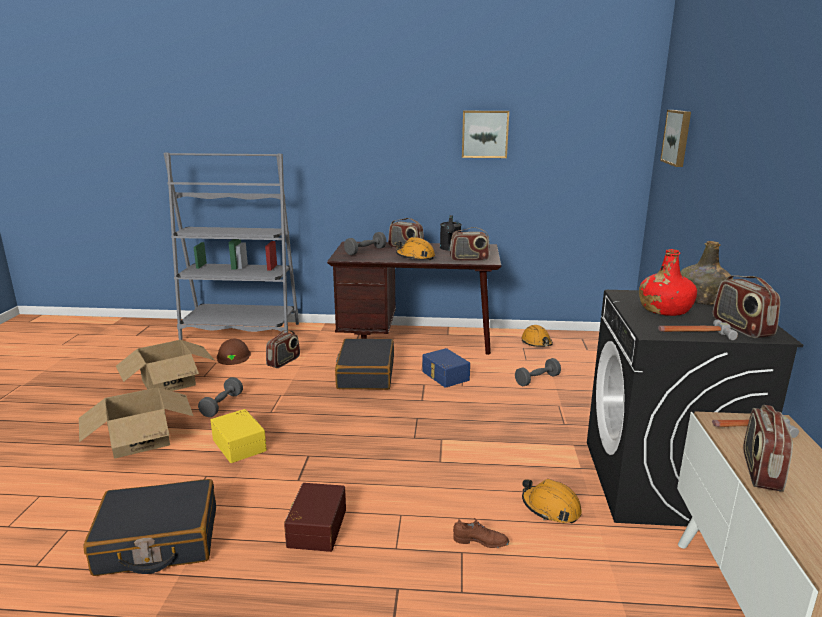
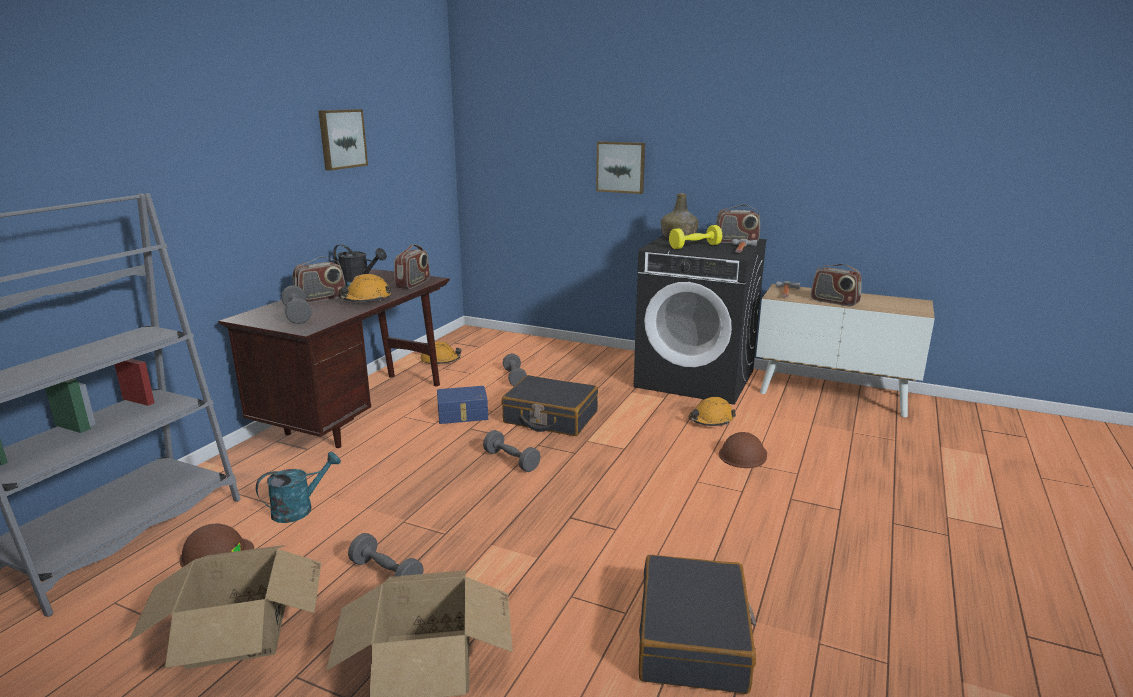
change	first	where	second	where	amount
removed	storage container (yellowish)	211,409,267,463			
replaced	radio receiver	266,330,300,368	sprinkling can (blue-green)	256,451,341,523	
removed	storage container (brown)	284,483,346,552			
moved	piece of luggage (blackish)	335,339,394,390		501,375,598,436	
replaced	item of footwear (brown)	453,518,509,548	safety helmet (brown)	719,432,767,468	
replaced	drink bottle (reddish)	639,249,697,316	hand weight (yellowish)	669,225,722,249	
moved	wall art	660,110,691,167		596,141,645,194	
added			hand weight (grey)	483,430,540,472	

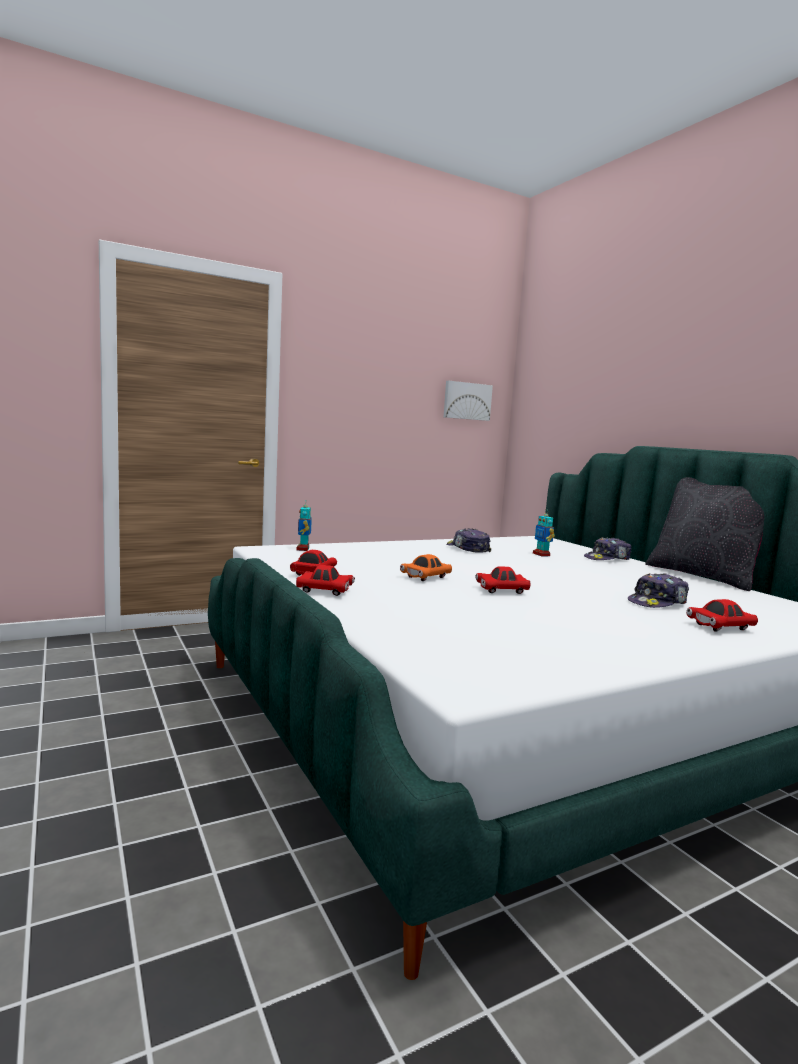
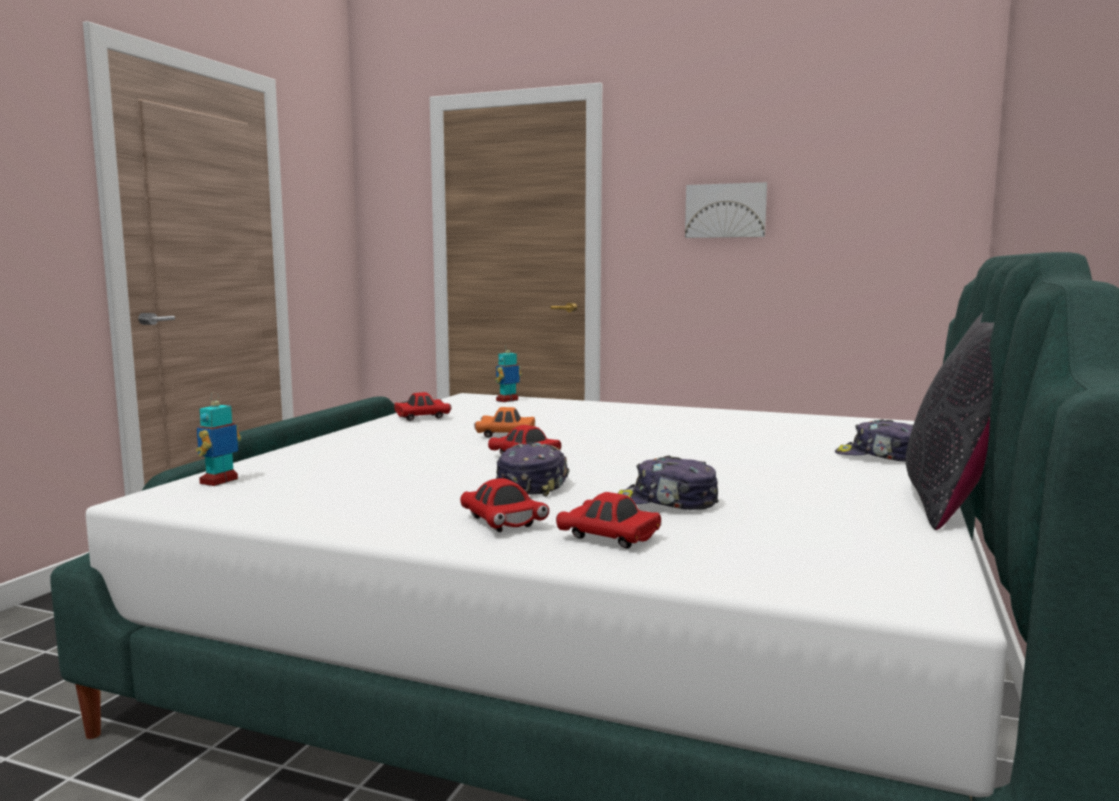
change	first	where	second	where	amount
moved	toy car (reddish)	296,565,355,596		460,478,549,532	
moved	wall art	444,381,493,421		685,182,767,238	
moved	baseball cap	446,528,491,553		496,442,569,497	
moved	toy robot	533,513,555,557		196,392,241,486	

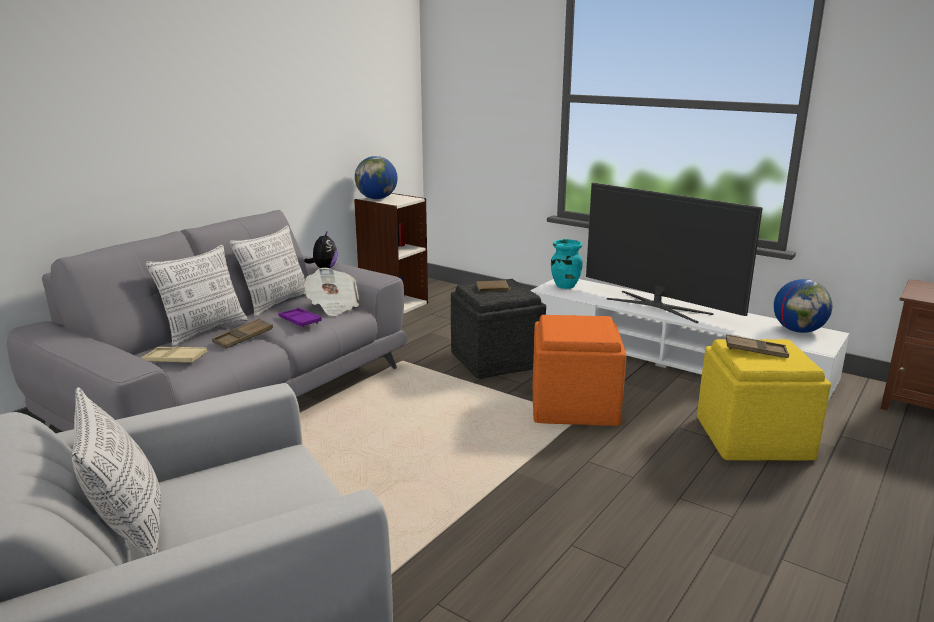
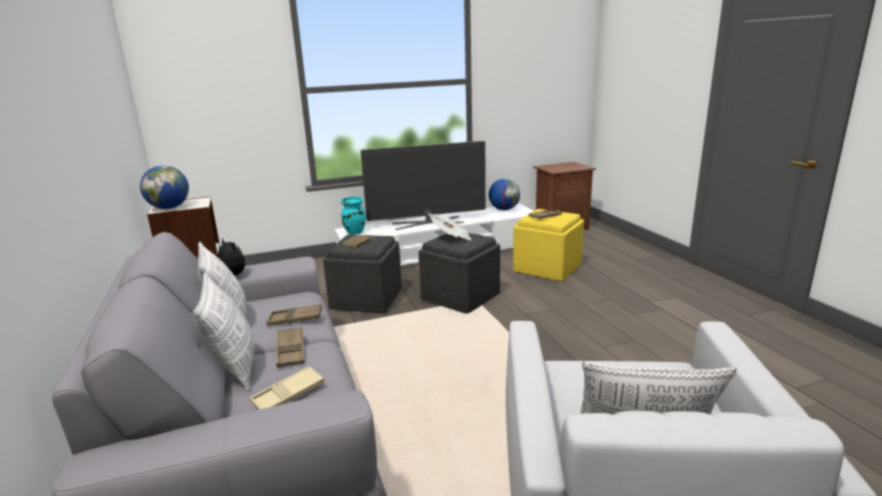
change	first	where	second	where	amount
recoloured	serving tray (purplish)	278,308,322,327	serving tray (brown)	266,304,322,326	
moved	printed paper	304,268,359,316		428,214,471,240	
recoloured	footrest (orange-coloured)	532,315,626,426	footrest (grey)	419,233,500,314	

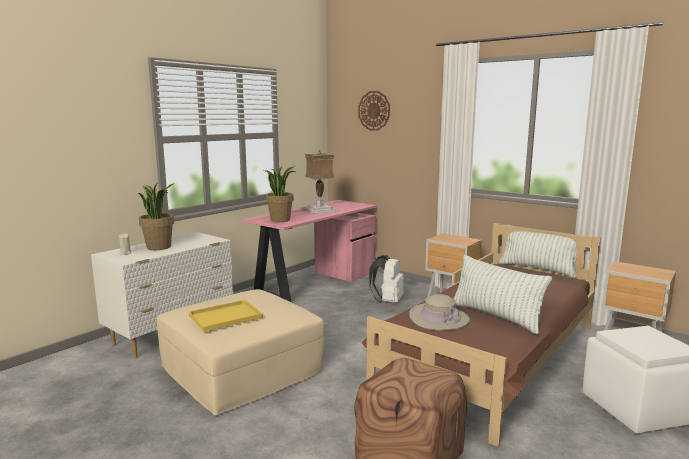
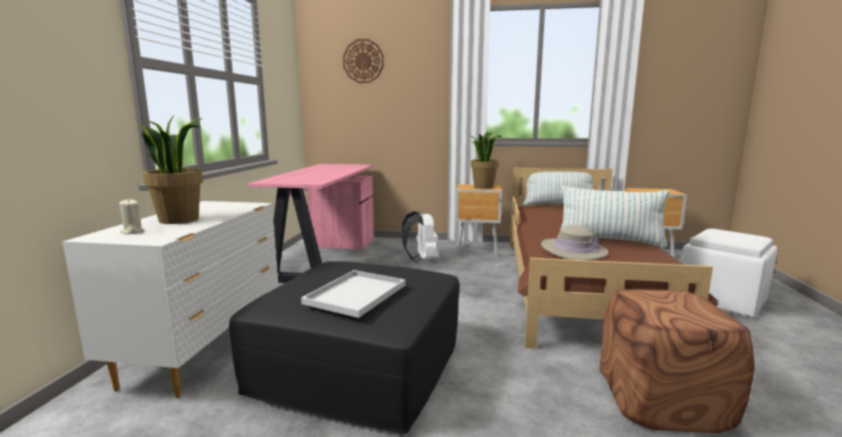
change	first	where	second	where	amount
recoloured	footrest (beige)	157,289,325,415	footrest (blackish)	229,261,459,434	
recoloured	serving tray (yellowish)	189,300,263,332	serving tray (white-coloured)	301,270,405,318	
moved	plant in a pot	264,166,295,222		470,131,501,189	
removed	lamp for a table	302,150,338,214			

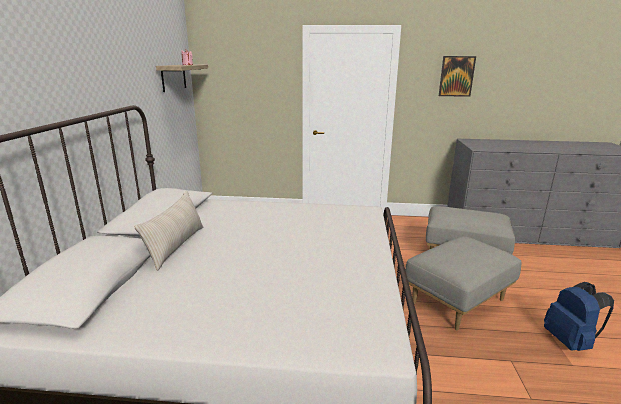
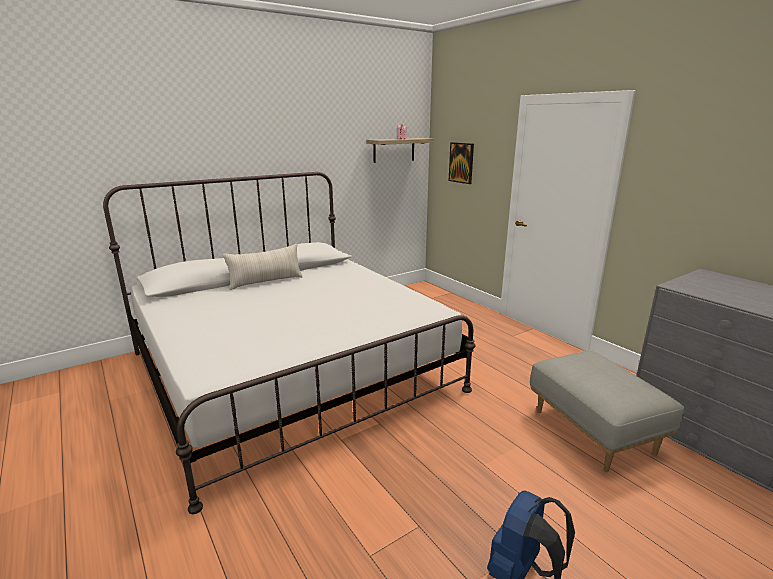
change	first	where	second	where	amount
removed	footrest (grey)	405,236,521,330			
moved	wall art	439,56,476,97		449,142,474,184	

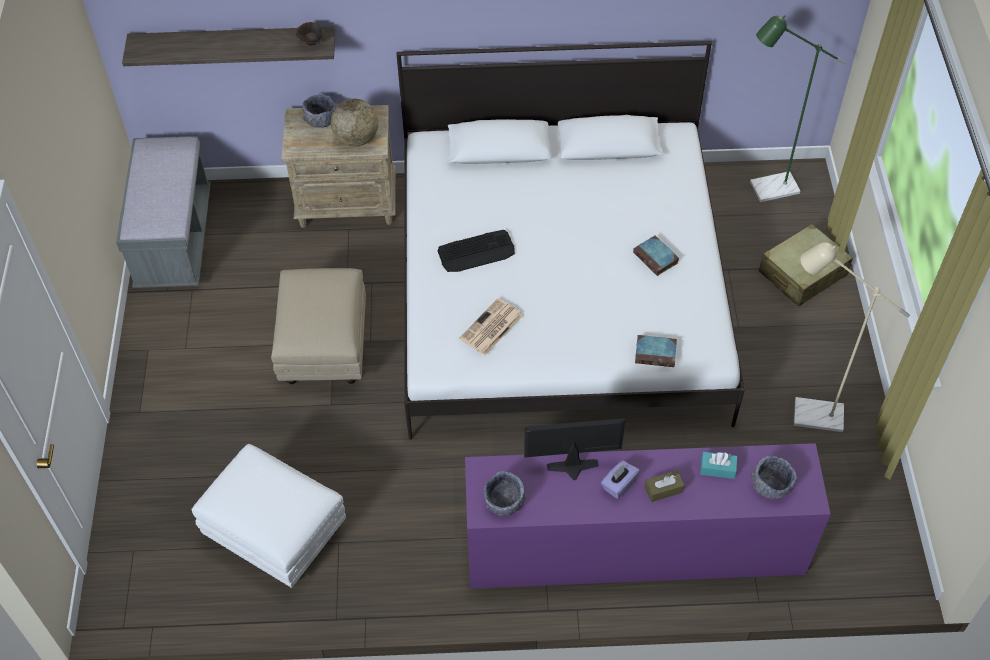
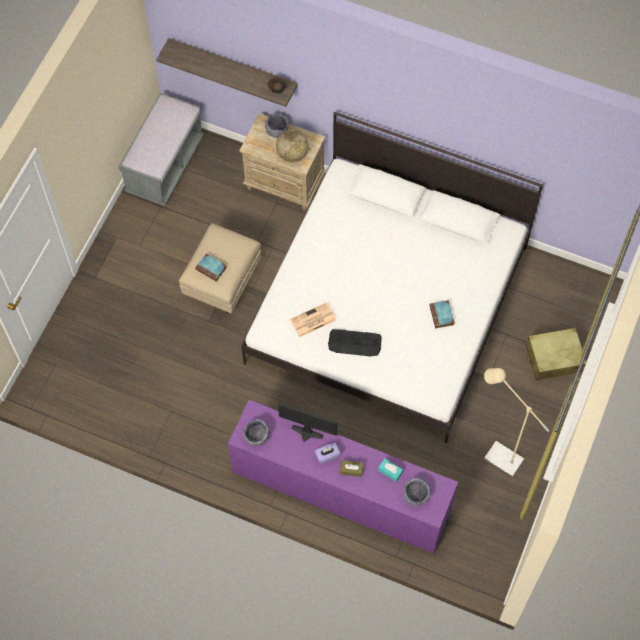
change	first	where	second	where	amount
removed	footrest (white-coloured)	192,444,346,588			
moved	keyboard	438,230,515,272		328,329,382,357	
moved	volume	635,335,677,367		195,254,227,282	
removed	standing lamp (greenish)	750,15,846,202			

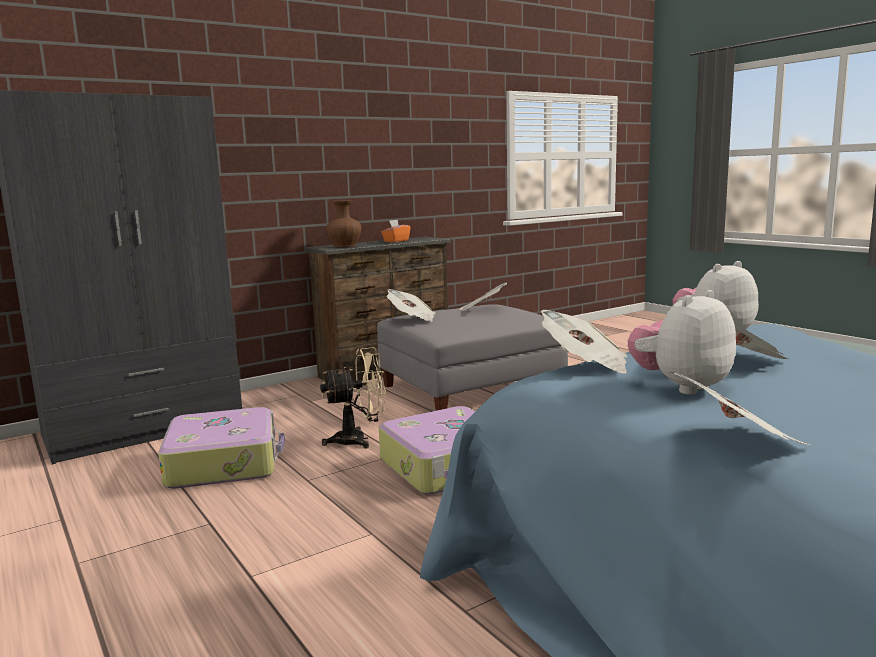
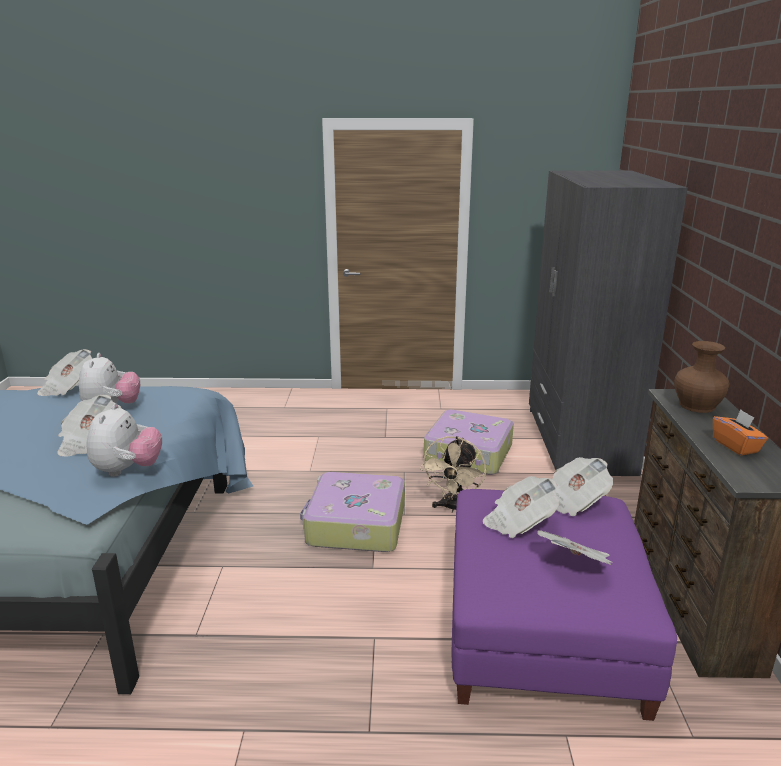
change	first	where	second	where	amount
recoloured	footrest (grey)	377,305,568,411	footrest (purplish)	452,489,677,721	
moved	printed paper	541,310,627,374		483,476,559,538	

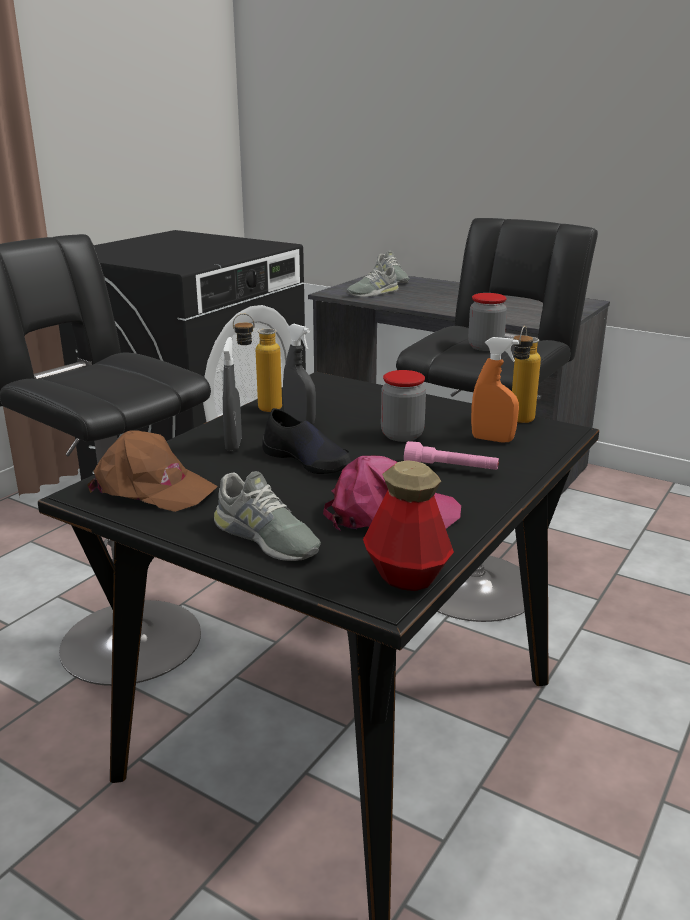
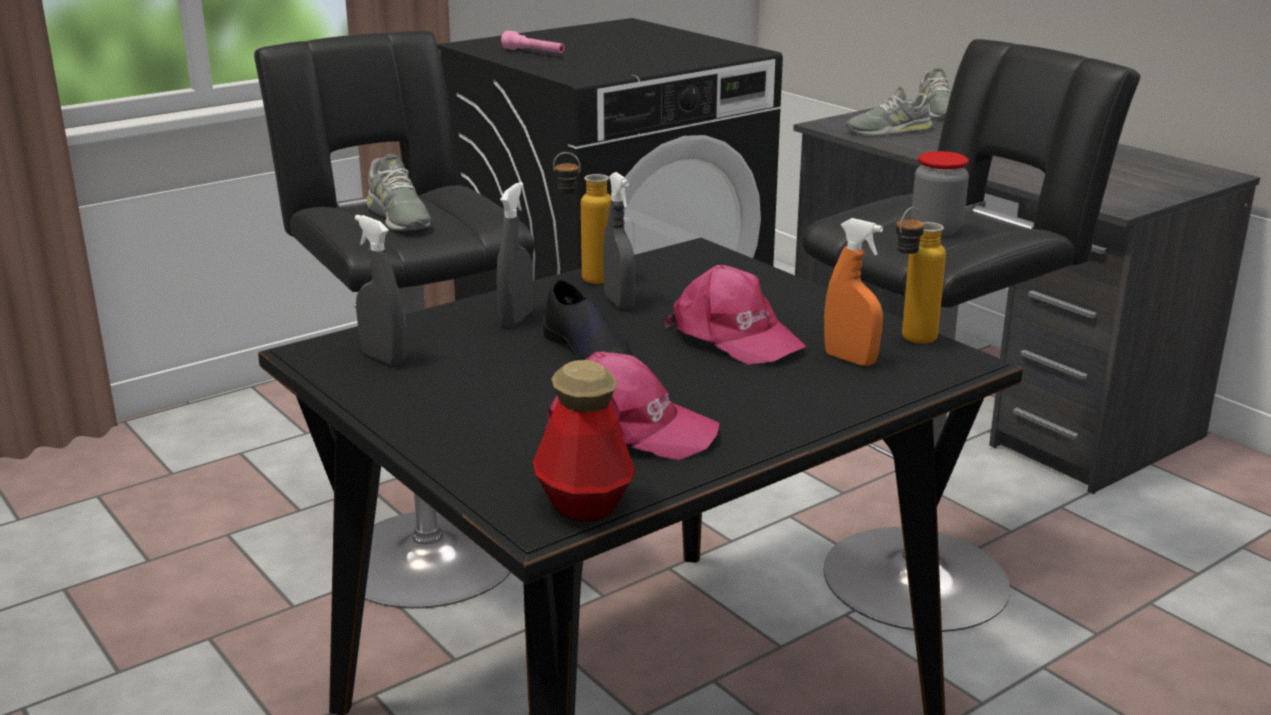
change	first	where	second	where	amount
replaced	baseball cap (brown)	87,430,218,512	sprayer (grey)	355,215,406,366	
moved	item of footwear (grey)	214,471,321,561		367,154,431,231	
replaced	preserve jar	381,370,426,442	baseball cap (pink-coloured)	664,265,806,365	
moved	torch (pink-coloured)	404,441,499,470		501,31,565,53	

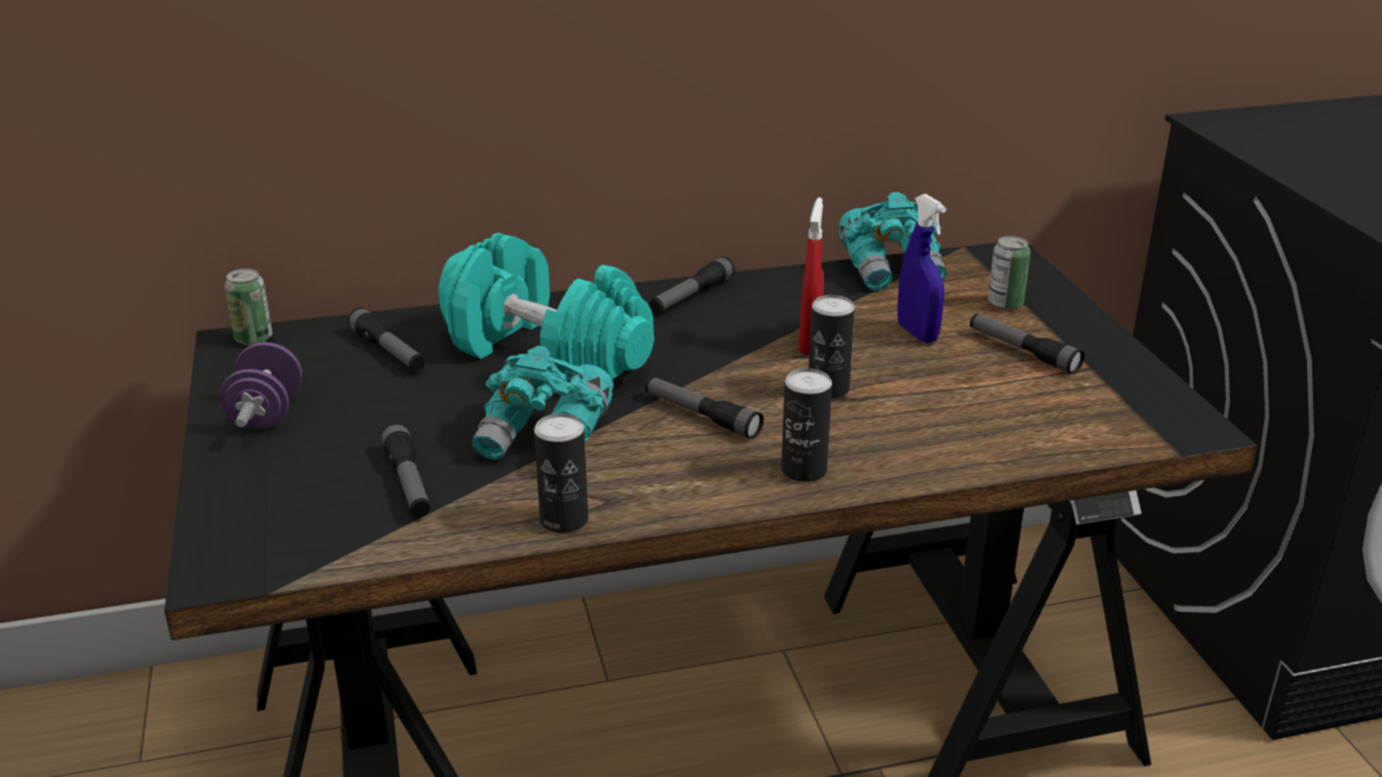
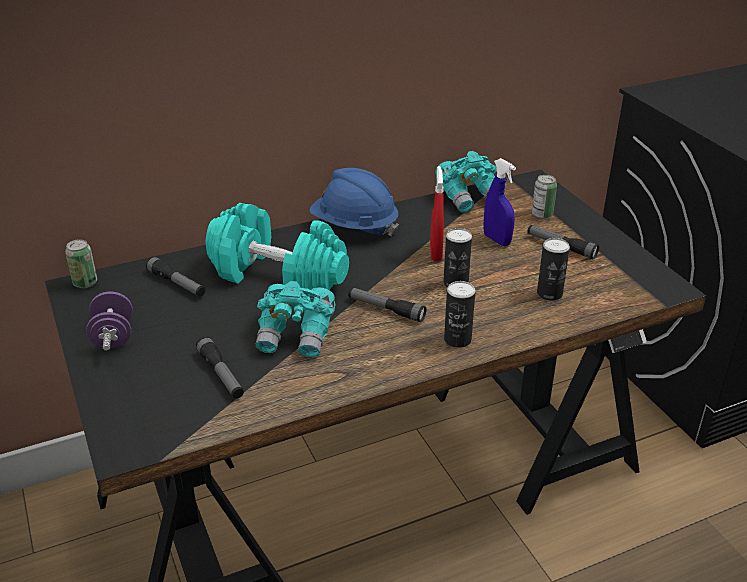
change	first	where	second	where	amount
moved	sealed can	534,413,588,533		537,238,570,301	
replaced	torch	649,256,735,313	safety helmet (bluish)	309,168,399,236	

